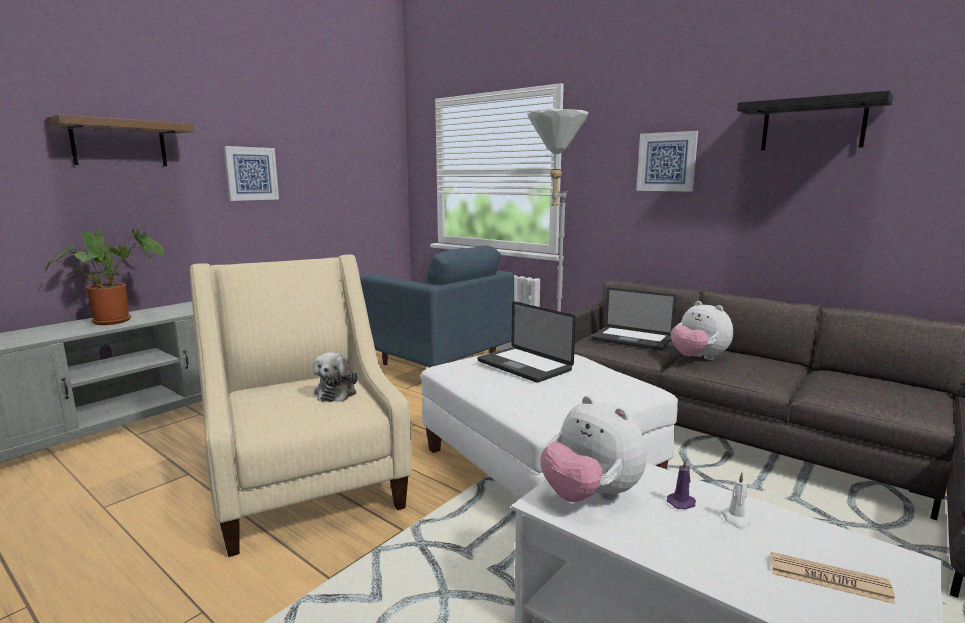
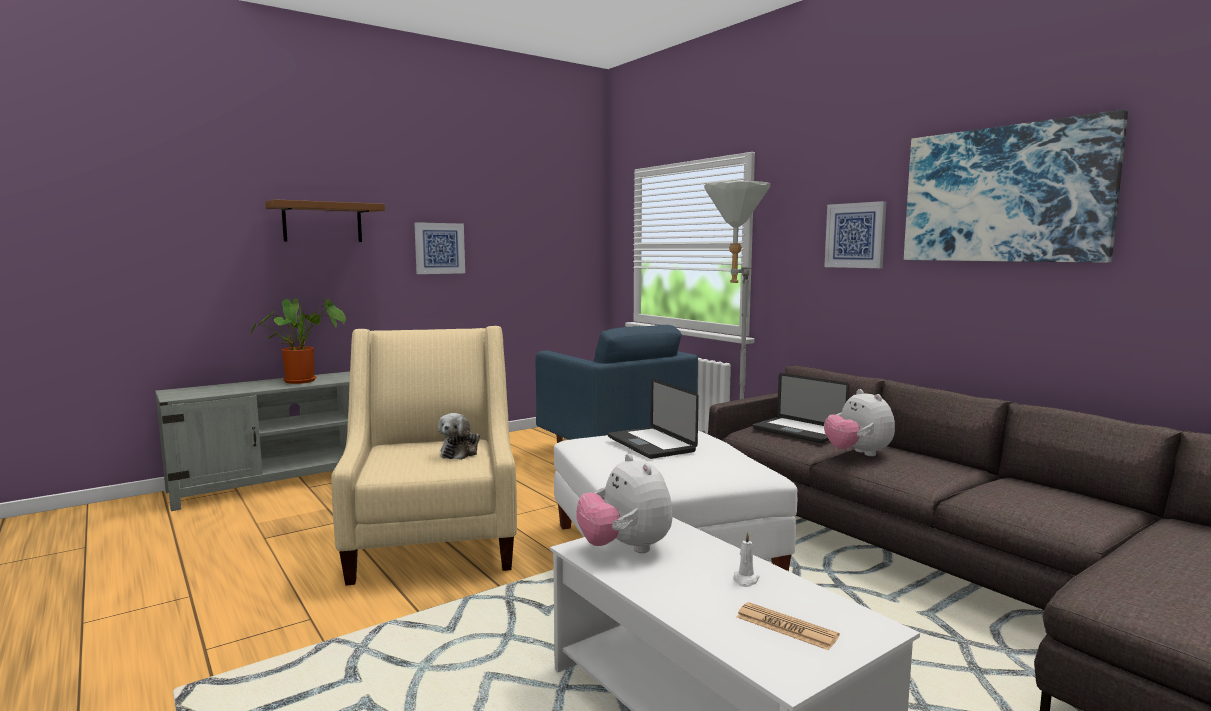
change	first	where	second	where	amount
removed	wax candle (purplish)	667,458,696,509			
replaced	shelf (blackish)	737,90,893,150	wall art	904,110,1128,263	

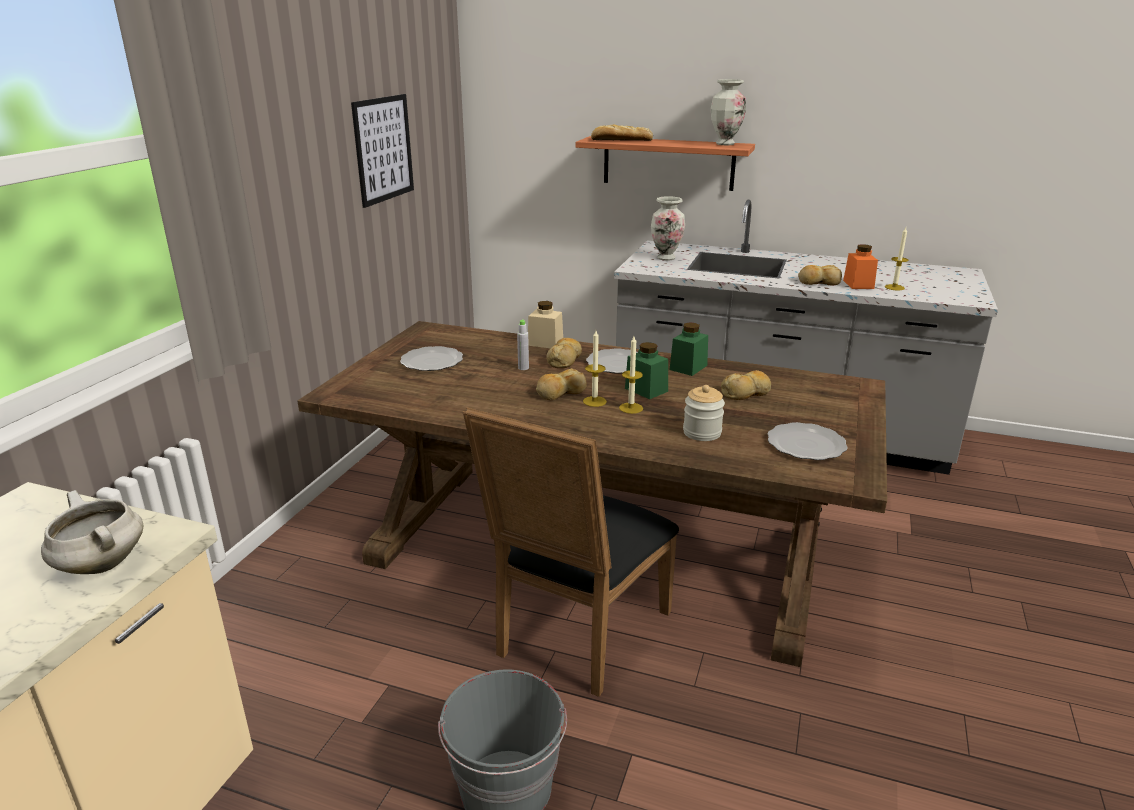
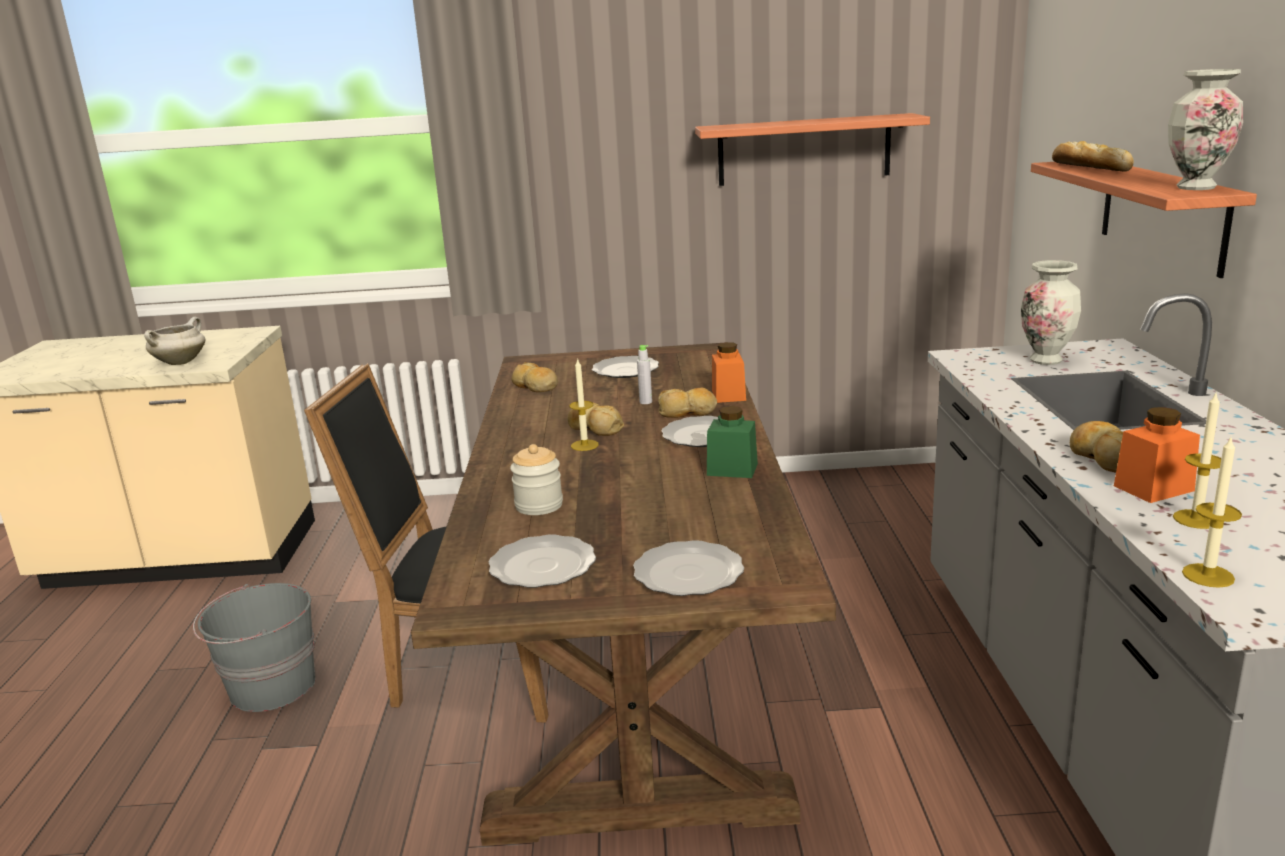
change	first	where	second	where	amount
replaced	wall art	351,94,414,208	shelf	695,113,930,186	
recoloured	preserve jar (beige)	528,301,563,348	preserve jar (orange-coloured)	712,342,746,403	
moved	wax candle	619,336,643,414		1182,438,1242,588	
removed	preserve jar (greenish)	625,342,668,399			
moved	baked bread	721,370,771,400		512,362,558,392	
added			dinner plate	633,540,744,596	

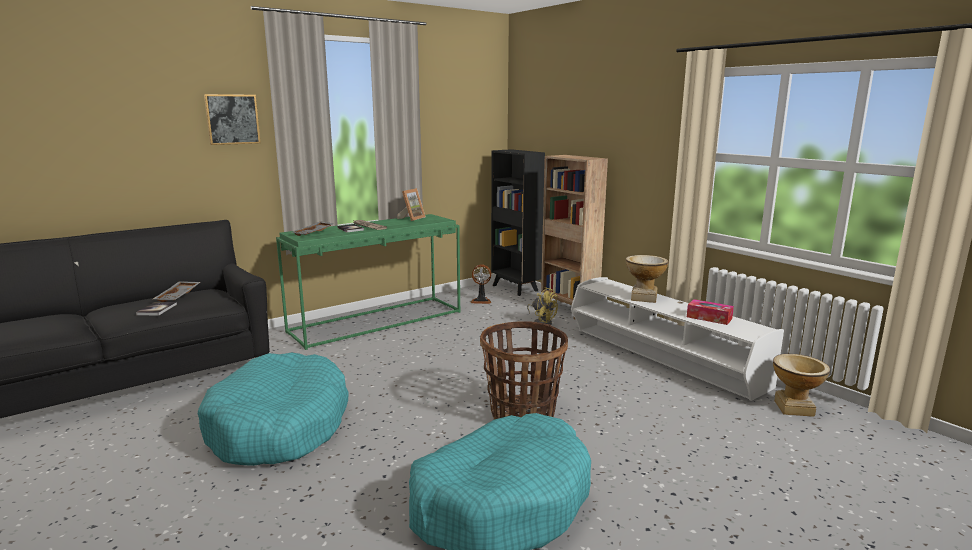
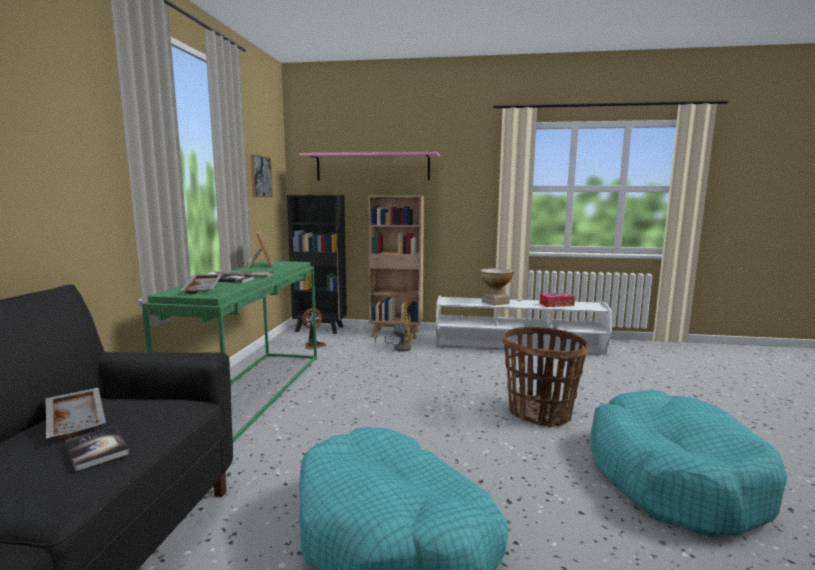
change	first	where	second	where	amount
moved	wall art	204,94,261,145		250,154,273,197	
removed	flower vase	773,354,830,417			
added			shelf (pink-coloured)	299,152,440,180	

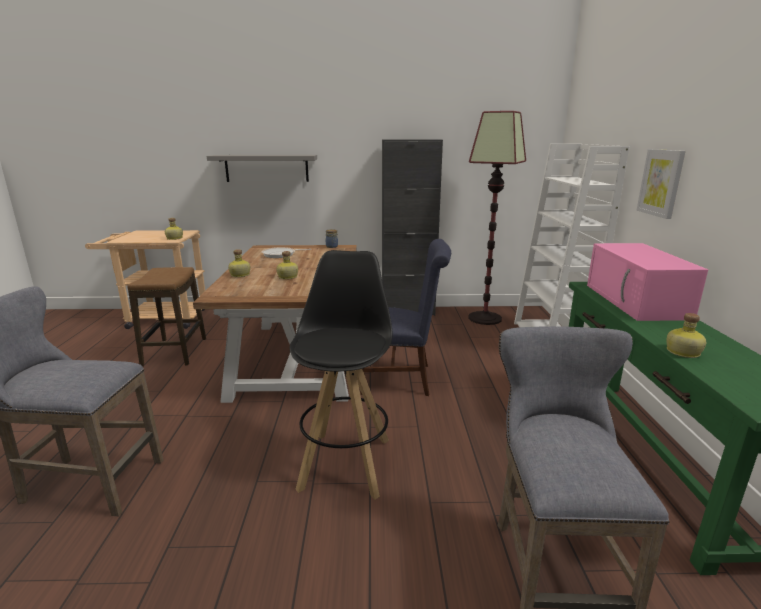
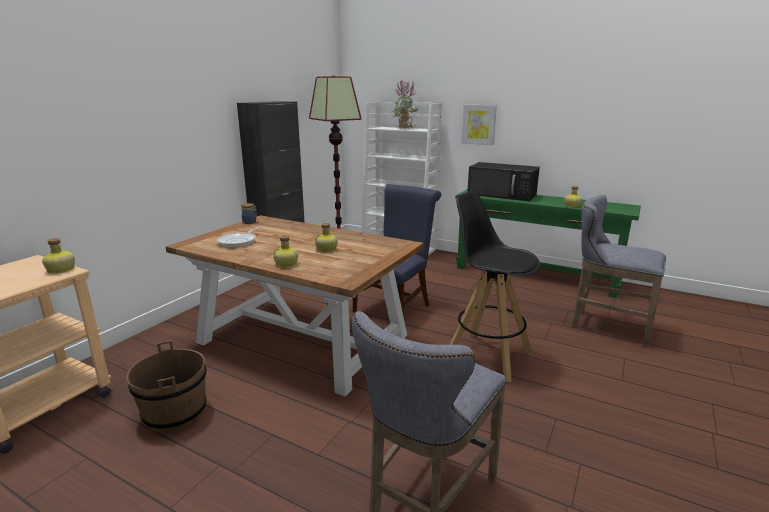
change	first	where	second	where	amount
replaced	stool seat	127,267,206,367	pail (brown)	126,341,207,433	
removed	shelf (grey)	207,155,317,182			
recoloured	microwave oven (pink-coloured)	587,243,708,321	microwave oven (blackish)	467,162,540,201	
added			plant in a pot	393,79,419,129	

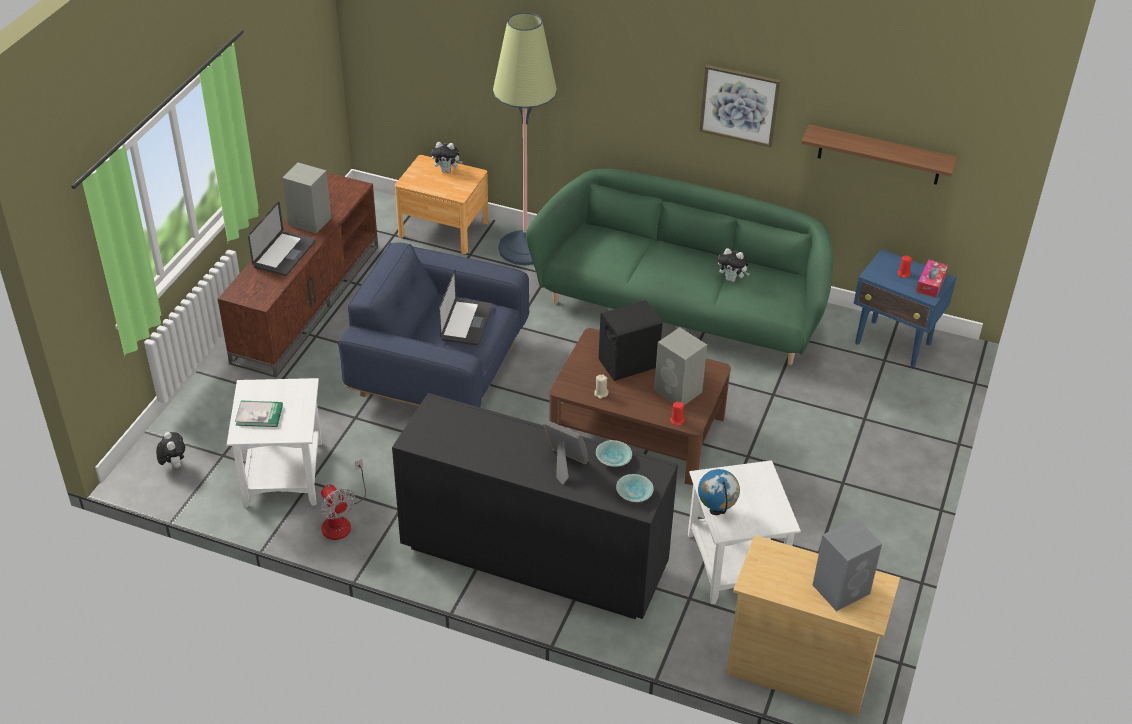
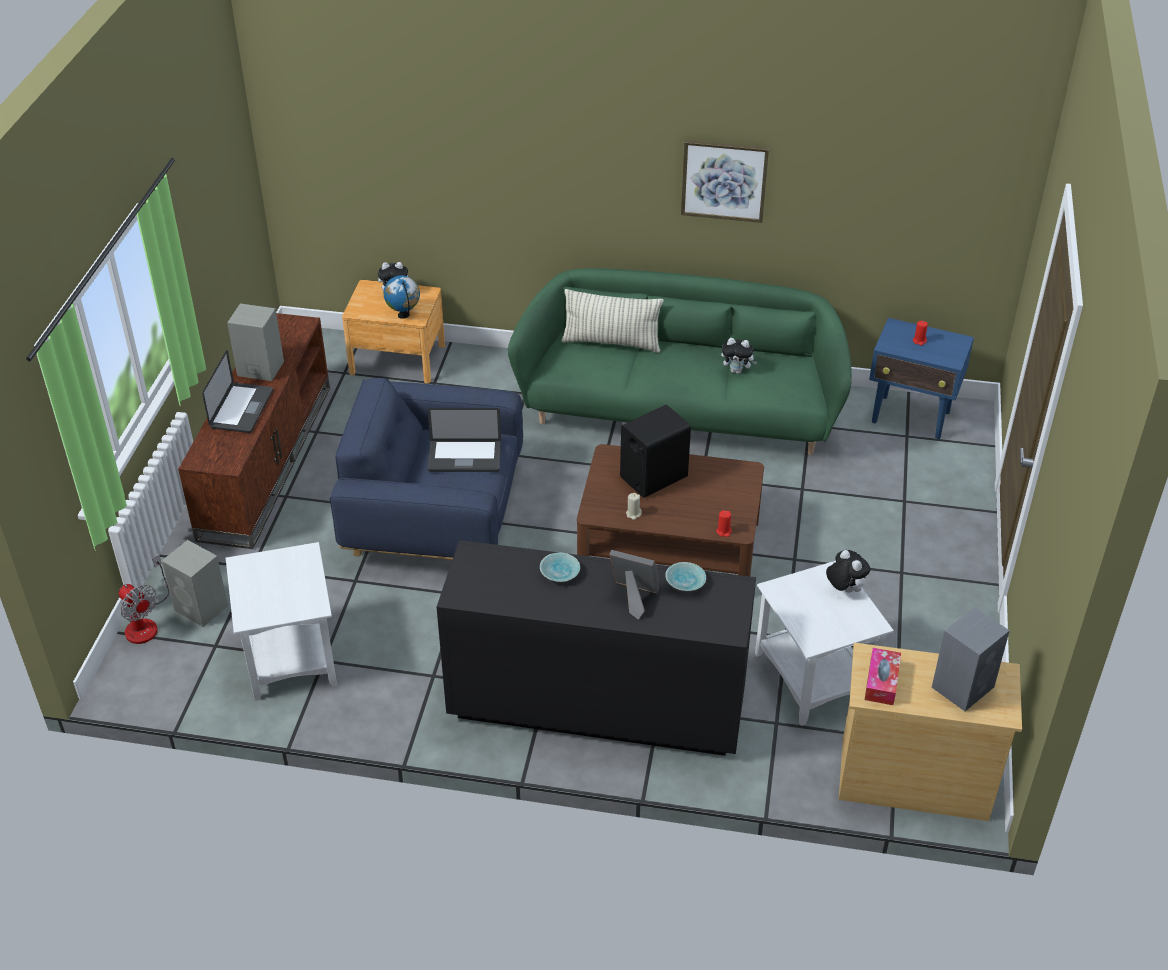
change	first	where	second	where	amount
moved	plush toy	156,432,185,468		826,550,870,593	
removed	volume	235,401,283,427			
moved	electric fan	321,459,366,540		118,555,169,644	
turned	laptop	439,270,493,346		427,408,501,472	90 degrees clockwise
removed	standing lamp	493,12,557,266			
moved	bowl (blue-green)	616,474,654,502		540,553,580,582	
moved	audio speaker (grey)	654,327,707,405		162,540,228,627	
moved	desk globe	698,469,740,515		383,275,420,319	
removed	shelf	801,124,958,185			
moved	tissue holder	916,259,948,298		865,648,901,705	
added			throw pillow	561,289,664,353	

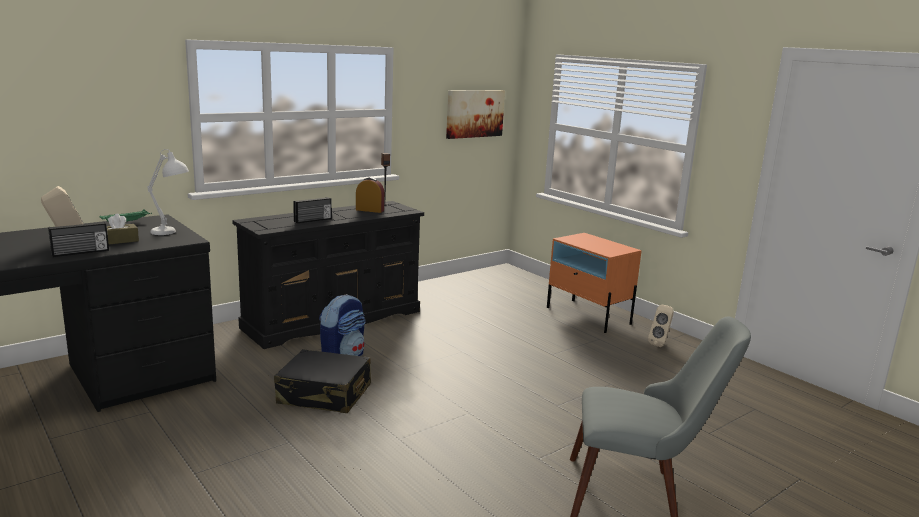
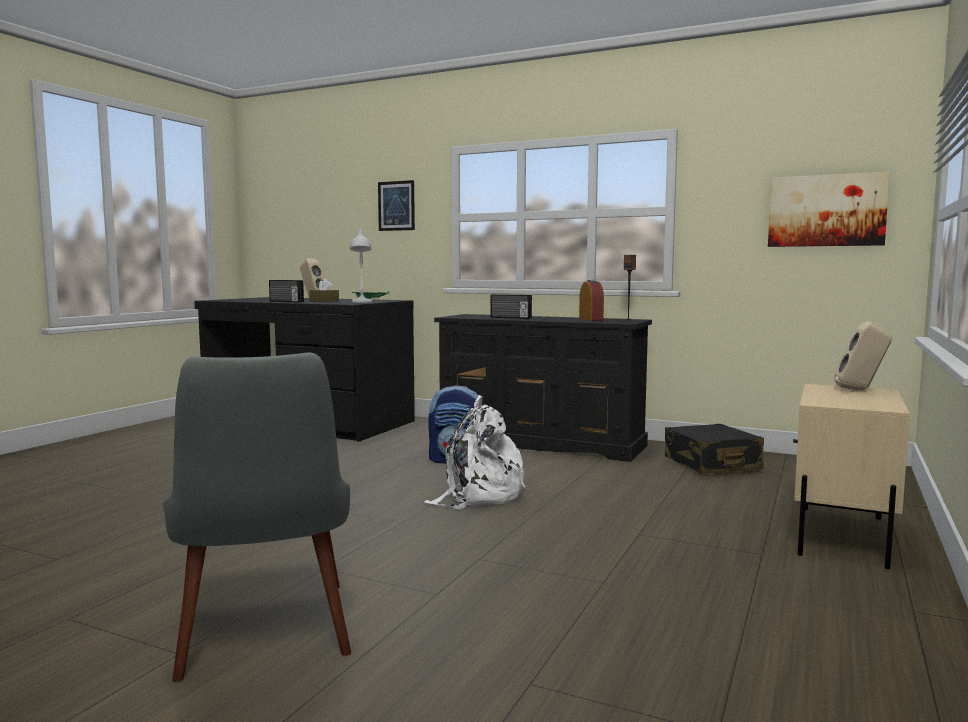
change	first	where	second	where	amount
moved	piece of luggage (blackish)	274,349,371,413		665,424,764,474	
recoloured	bedside table (orange-coloured)	547,233,642,333	bedside table (beige)	793,384,910,569	
moved	audio speaker (beige)	648,304,674,347		834,321,892,390	
added			wall art	378,180,415,231	
added			knapsack (white-coloured)	424,395,525,509	

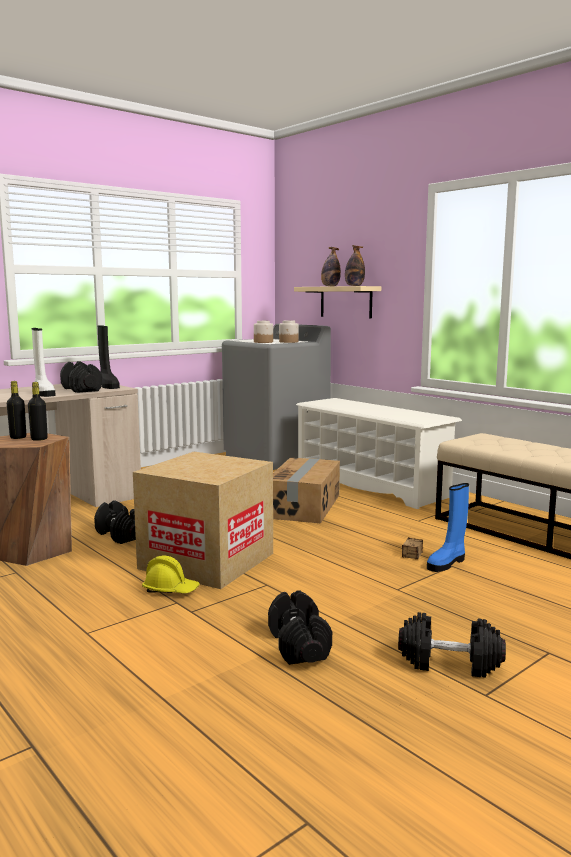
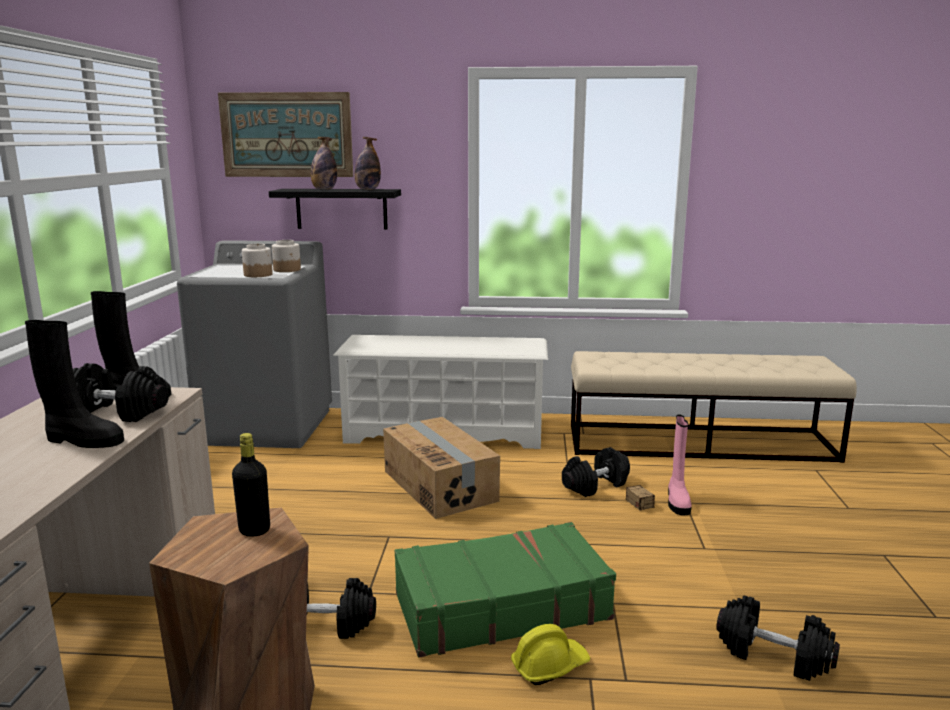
change	first	where	second	where	amount
removed	drink bottle (blackish)	7,381,26,439			
recoloured	tall boot (white-coloured)	32,328,55,397	tall boot (blackish)	25,320,124,448	
replaced	packing box	133,451,273,589	piece of luggage (greenish)	395,522,616,658	
recoloured	shelf (beige)	294,286,381,319	shelf (blackish)	269,189,401,230	
moved	hand weight (blackish)	398,612,506,678		562,447,630,497	
recoloured	tall boot (bluish)	427,483,469,572	tall boot (pink-coloured)	668,415,692,515	
added			wall art	218,92,353,177	

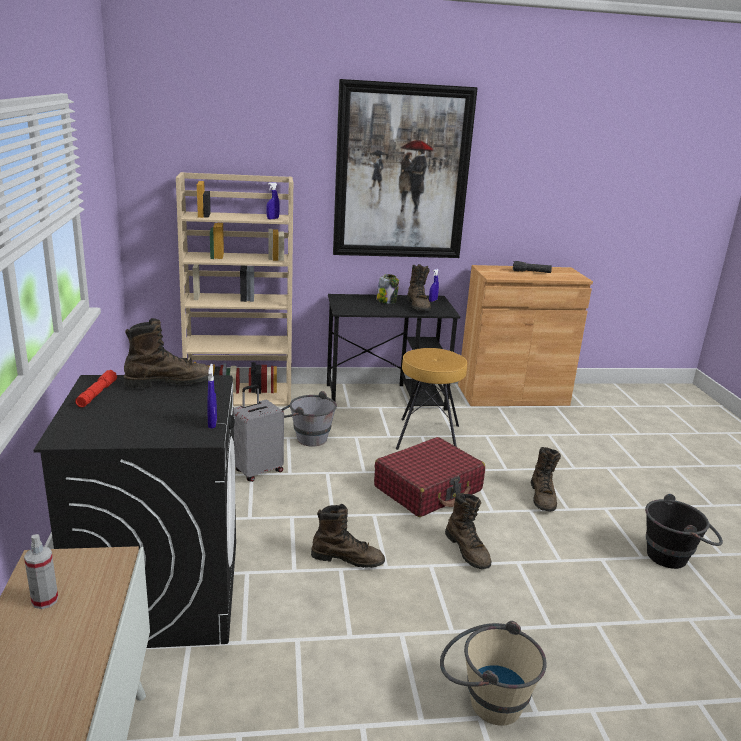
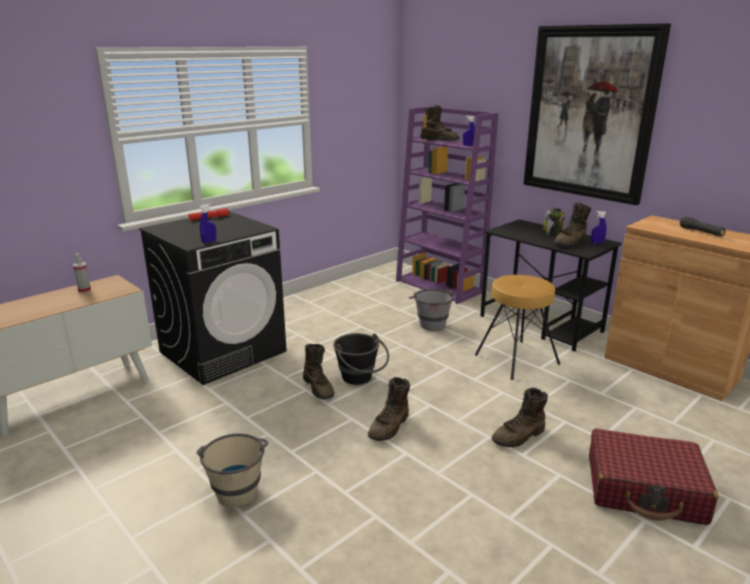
change	first	where	second	where	amount
moved	tall boot (brown)	124,318,209,388		420,105,459,141	
recoloured	bookshelf (beige)	176,172,293,408	bookshelf (purplish)	396,106,498,304	
removed	piece of luggage (grey)	233,384,284,482			
moved	piece of luggage (reddish)	374,437,485,517		589,428,718,525	
moved	pail (blackish)	645,494,723,569		333,333,389,385	

